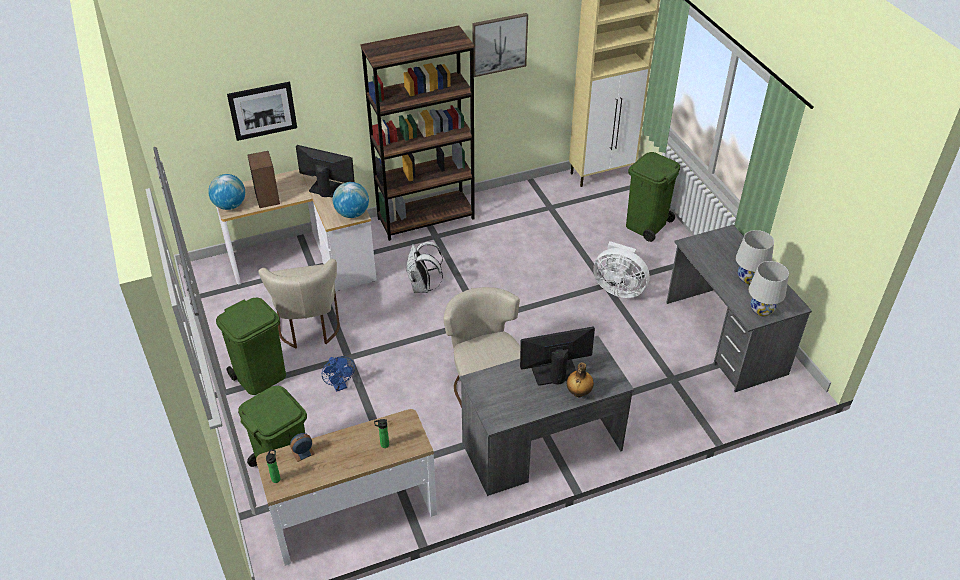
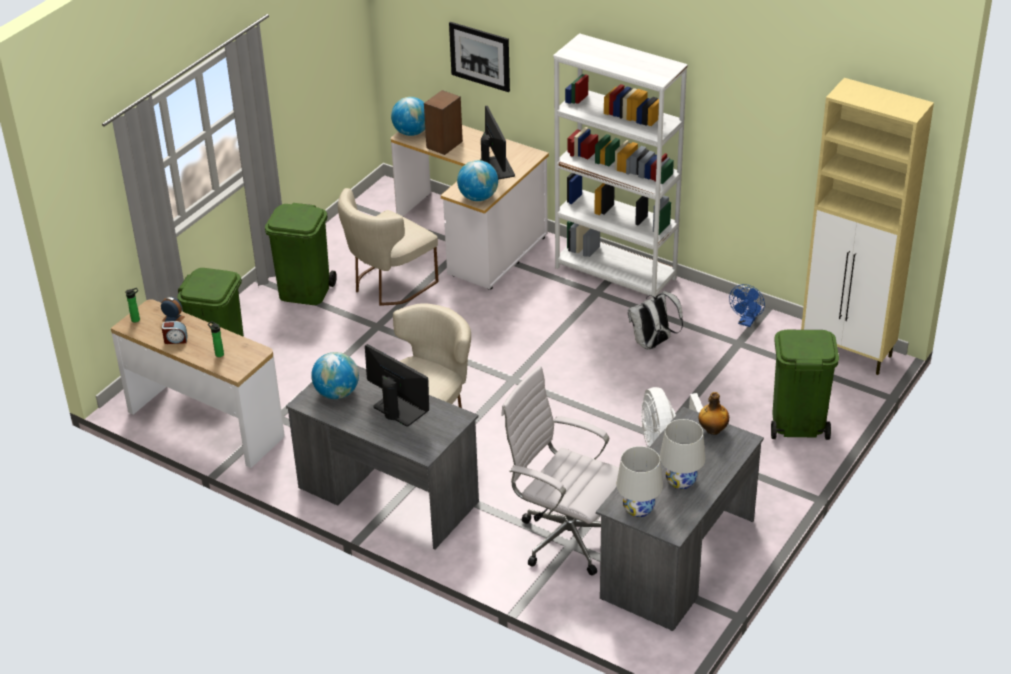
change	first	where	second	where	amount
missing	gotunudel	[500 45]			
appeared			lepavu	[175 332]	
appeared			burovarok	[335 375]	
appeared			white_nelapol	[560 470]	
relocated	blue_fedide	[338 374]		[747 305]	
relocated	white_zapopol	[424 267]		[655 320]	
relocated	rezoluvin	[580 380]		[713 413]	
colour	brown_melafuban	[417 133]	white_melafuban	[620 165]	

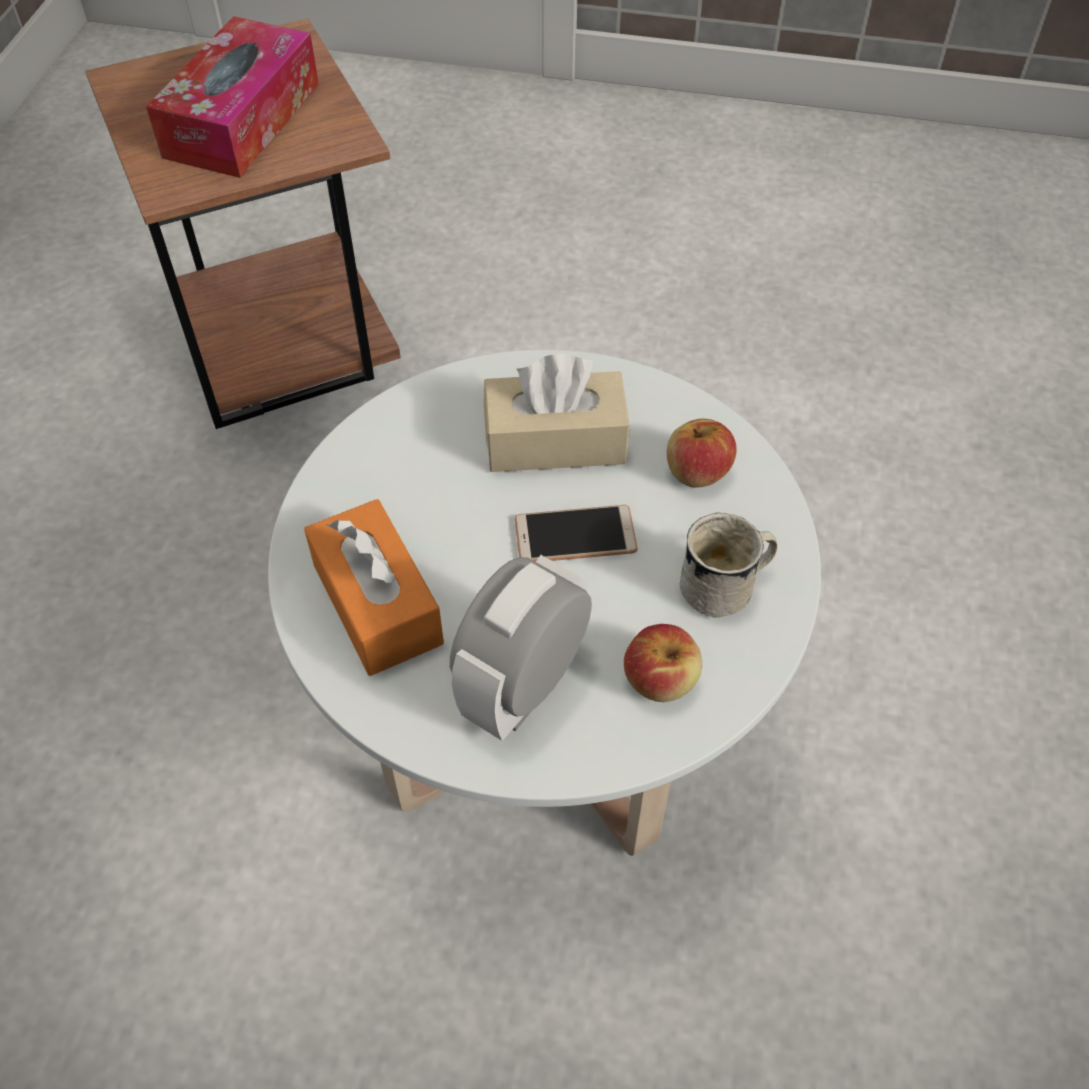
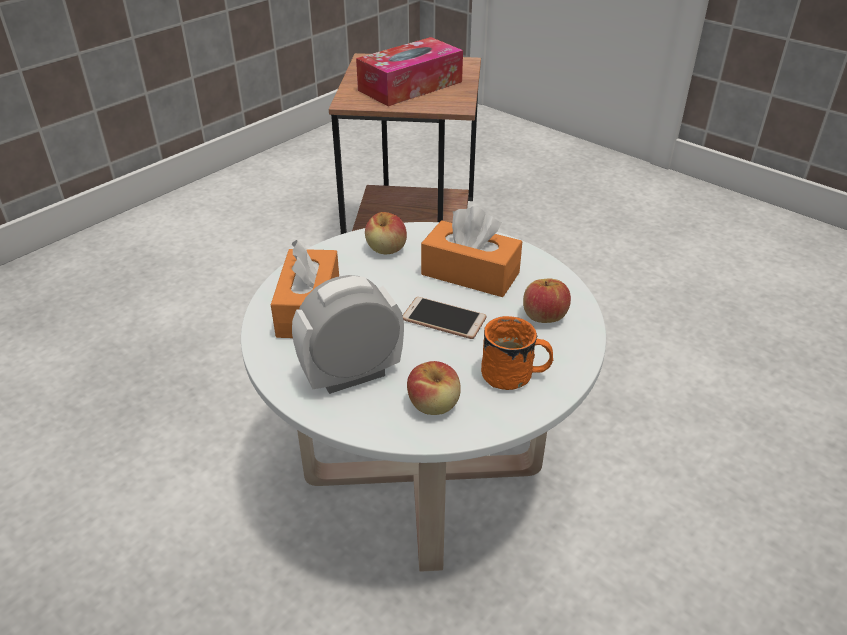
change	first	where	second	where	amount
appeared			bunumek	[386 233]	
colour	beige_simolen	[557 412]	orange_simolen	[471 251]	
colour	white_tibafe	[728 565]	orange_tibafe	[517 353]	

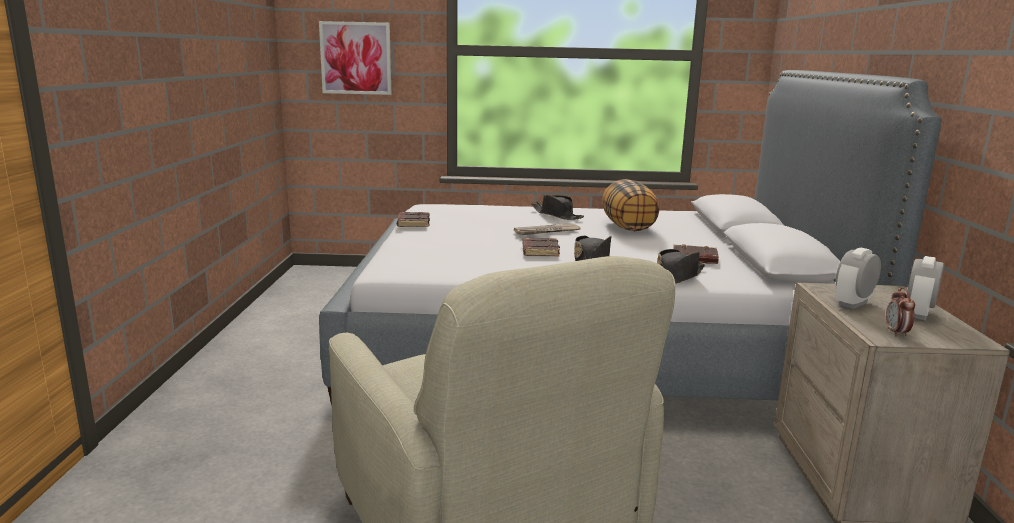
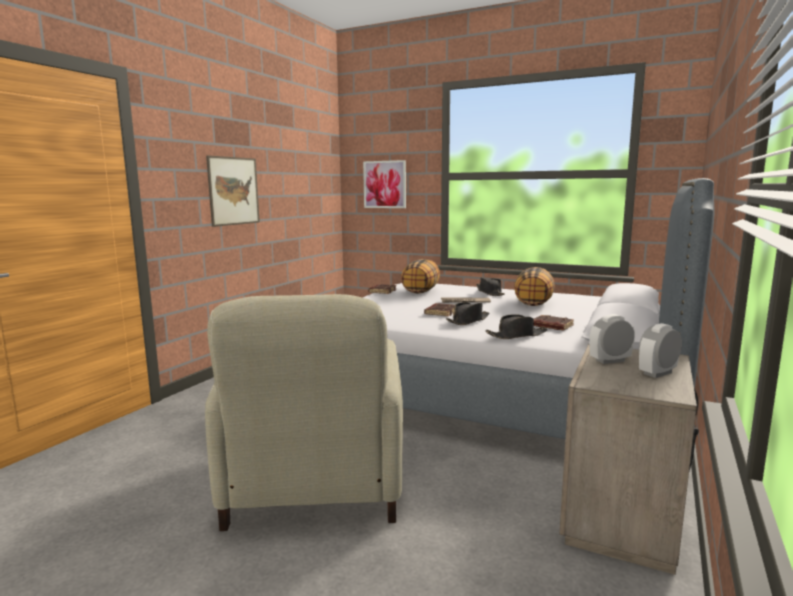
change	first	where	second	where	amount
missing	lepavu	[900 312]			
appeared			gotunudel	[233 191]	
appeared			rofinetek	[420 276]	

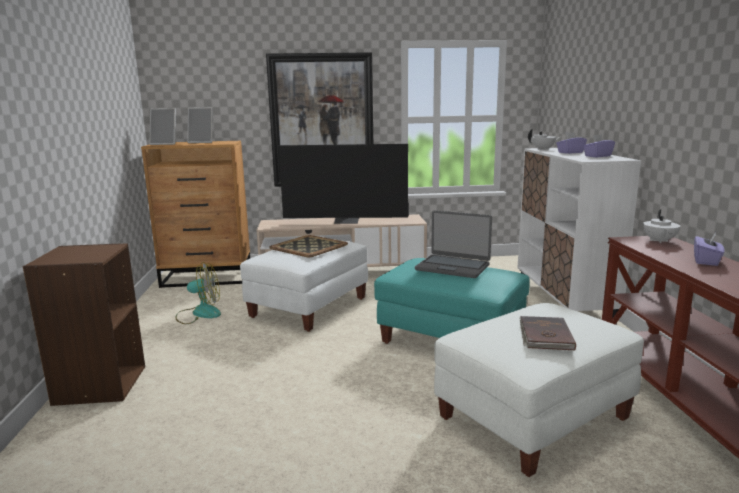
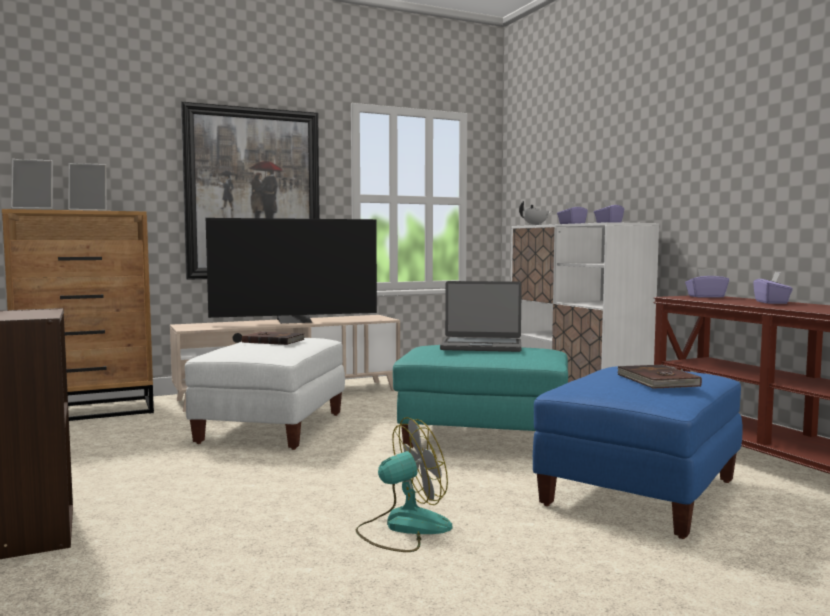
change	first	where	second	where	amount
relocated	fedide	[198 293]		[404 484]	
exchanged	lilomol	[308 246]	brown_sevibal	[273 338]	
exchanged	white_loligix	[661 226]	purple_simolen	[707 283]	
colour	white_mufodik	[539 390]	blue_mufodik	[638 453]	

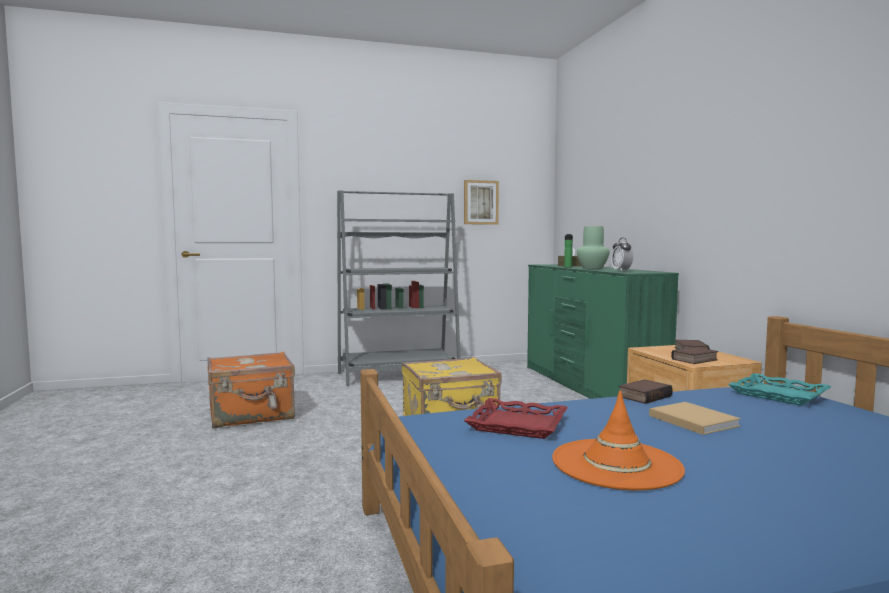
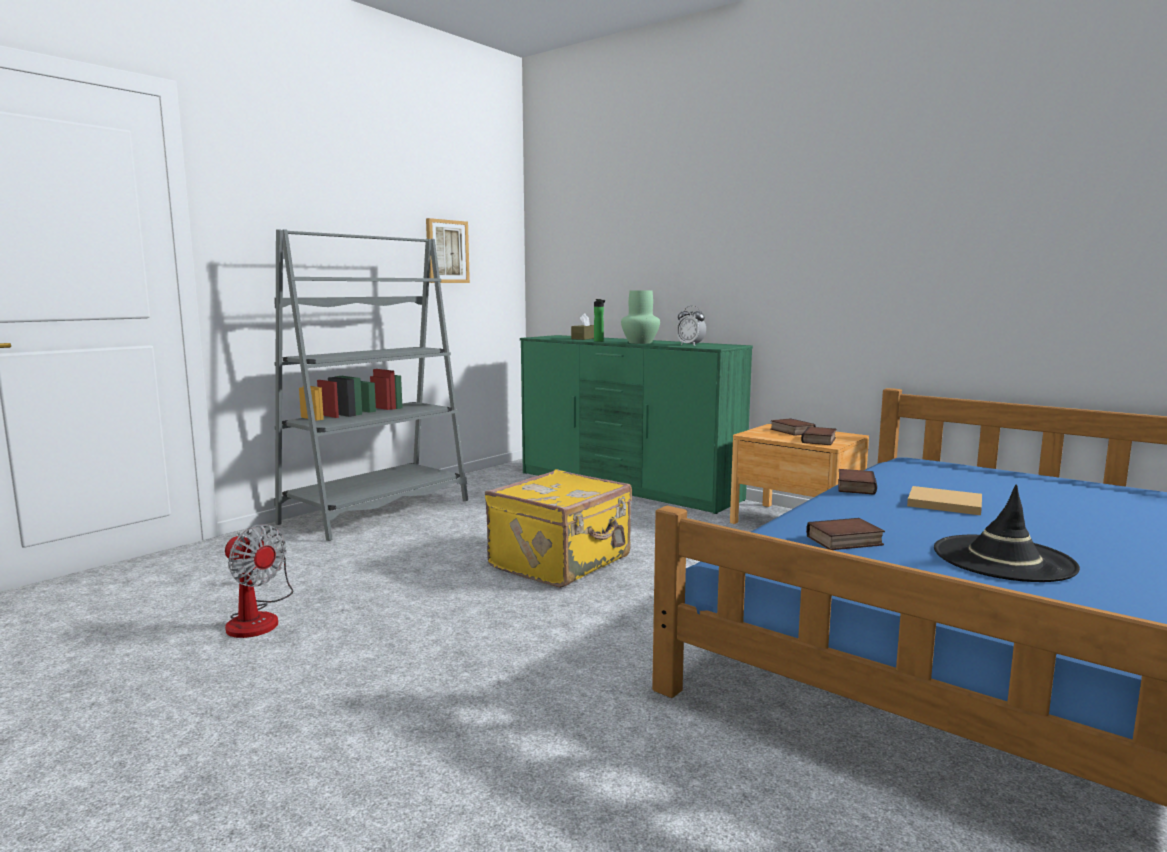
change	first	where	second	where	amount
missing	turquoise_lilomol	[779 389]			
exchanged	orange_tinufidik	[251 389]	fedide	[259 581]	
exchanged	red_lilomol	[516 418]	sevibal	[845 534]	
colour	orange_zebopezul	[618 440]	black_zebopezul	[1007 533]	

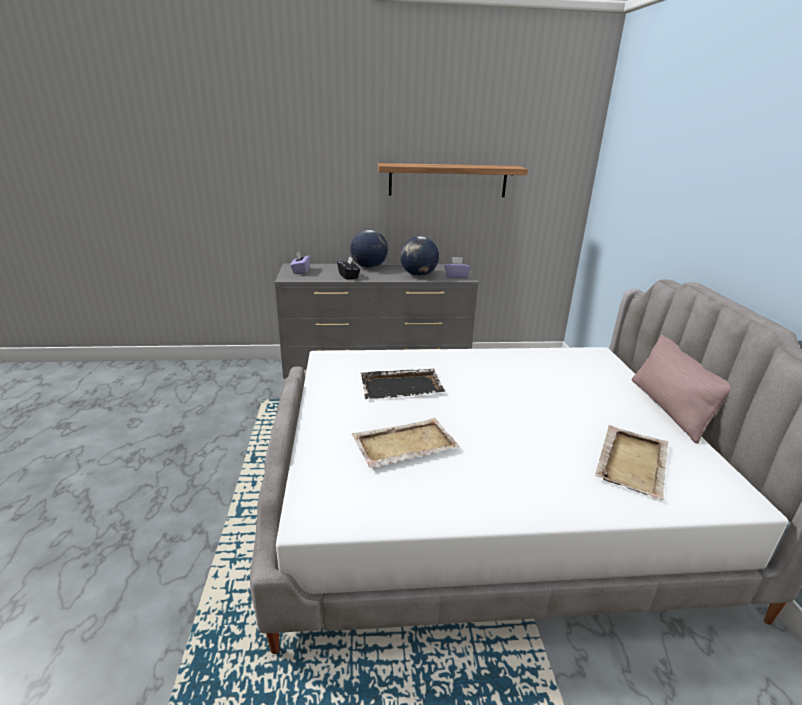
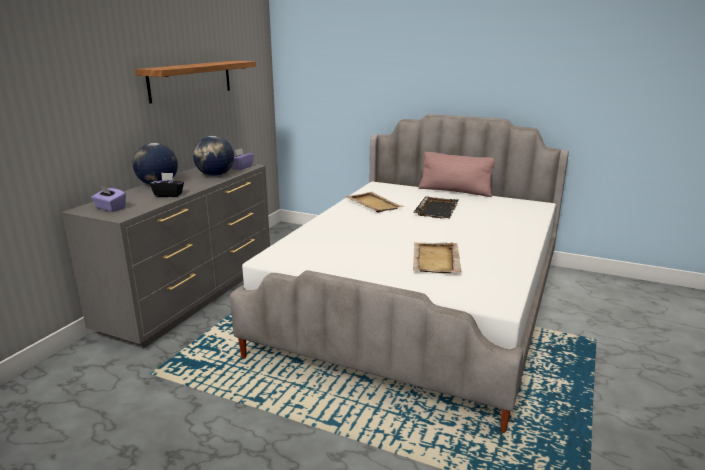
change	first	where	second	where	amount
relocated	black_lilomol	[403 383]		[436 207]	
relocated	beige_lilomol	[631 462]		[375 202]	

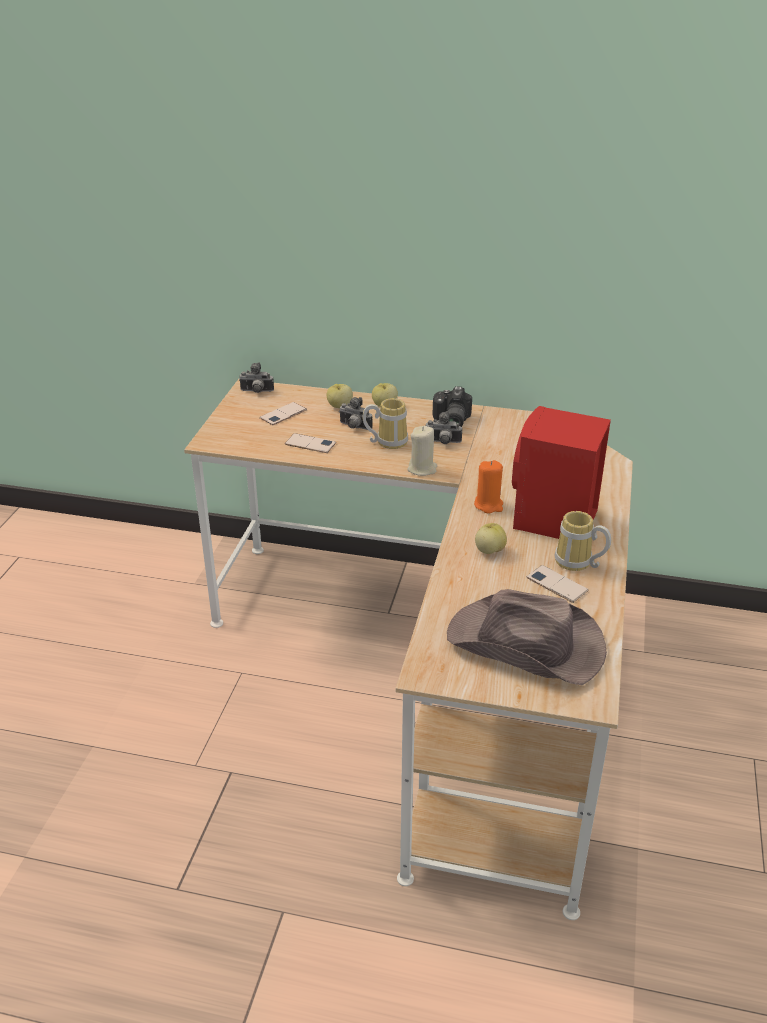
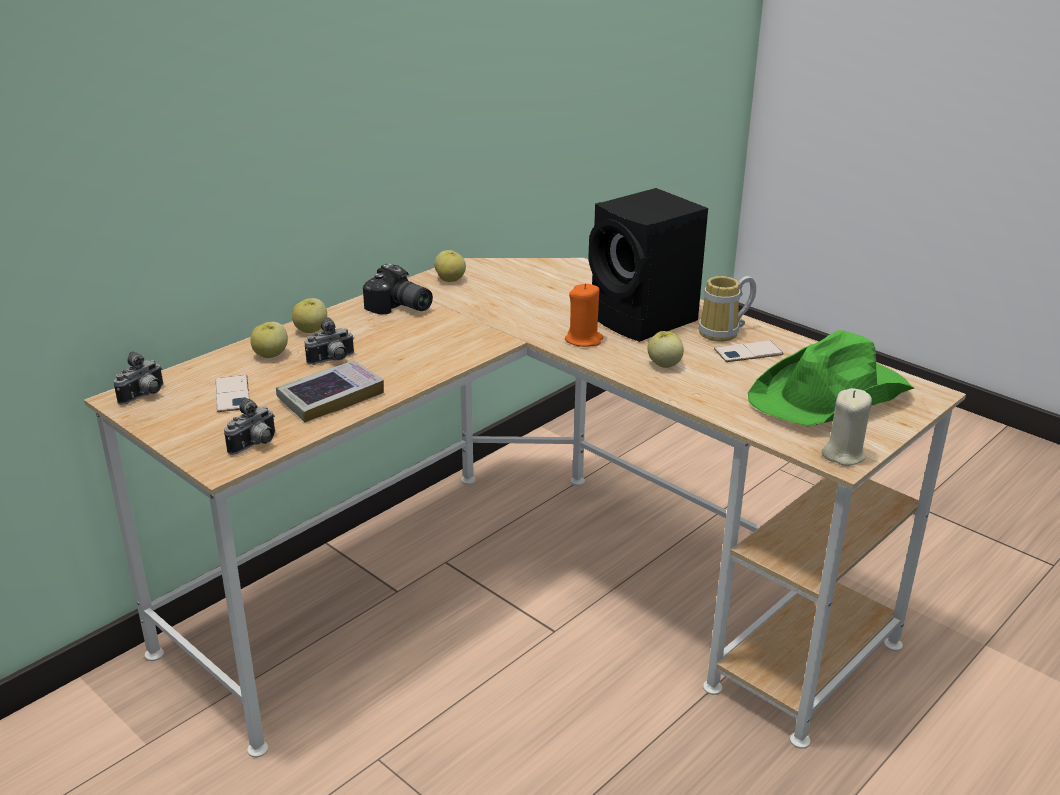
change	first	where	second	where	amount
missing	tibafe	[385 423]			
appeared			bunumek	[450 266]	
relocated	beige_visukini	[422 451]		[846 427]	
relocated	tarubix	[444 427]		[249 425]	
exchanged	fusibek	[310 443]	sevibal	[330 391]	
colour	brown_zebopezul	[527 637]	green_zebopezul	[831 378]	
colour	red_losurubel	[561 472]	black_losurubel	[648 265]	

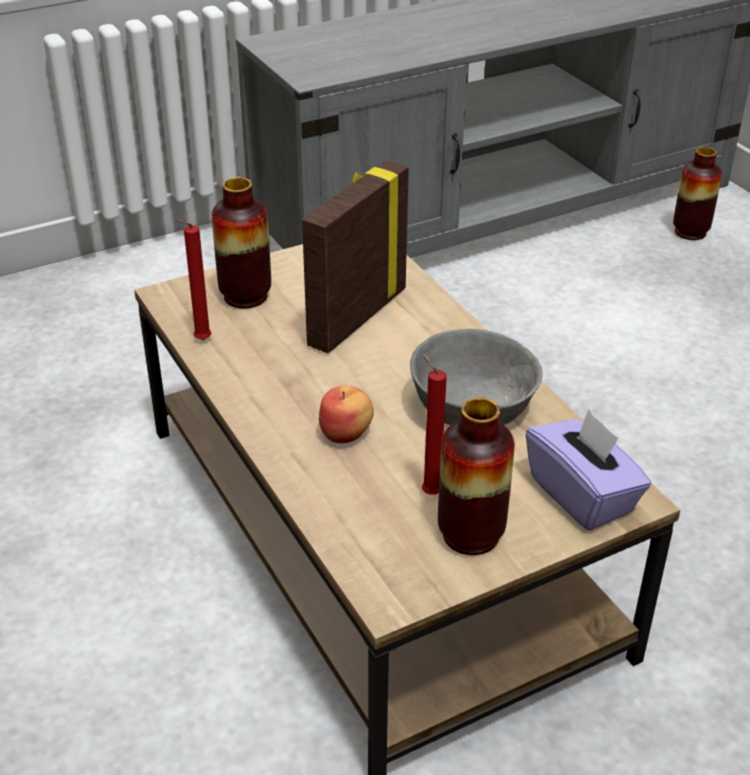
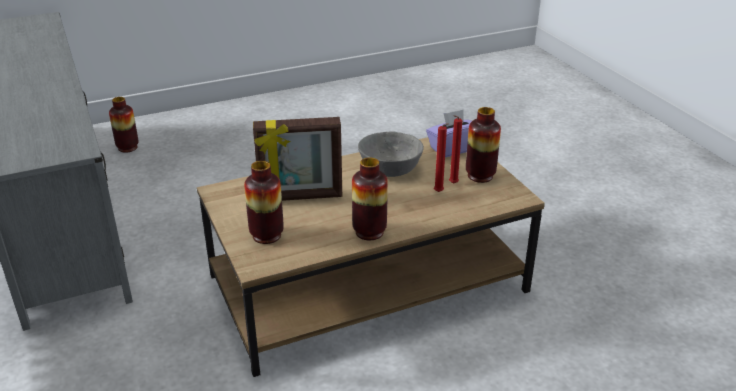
change	first	where	second	where	amount
missing	bunumek	[346 414]			
appeared			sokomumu	[370 199]	
relocated	red_visukini	[194 280]		[441 157]	
spun	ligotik	[355 257]		[297 159]	45 degrees counterclockwise

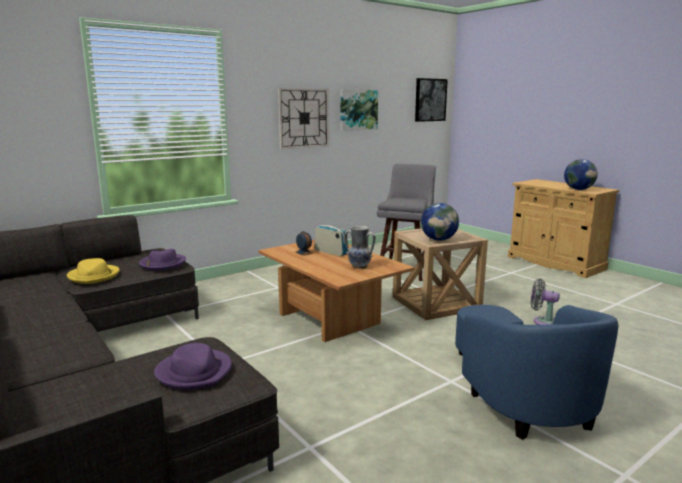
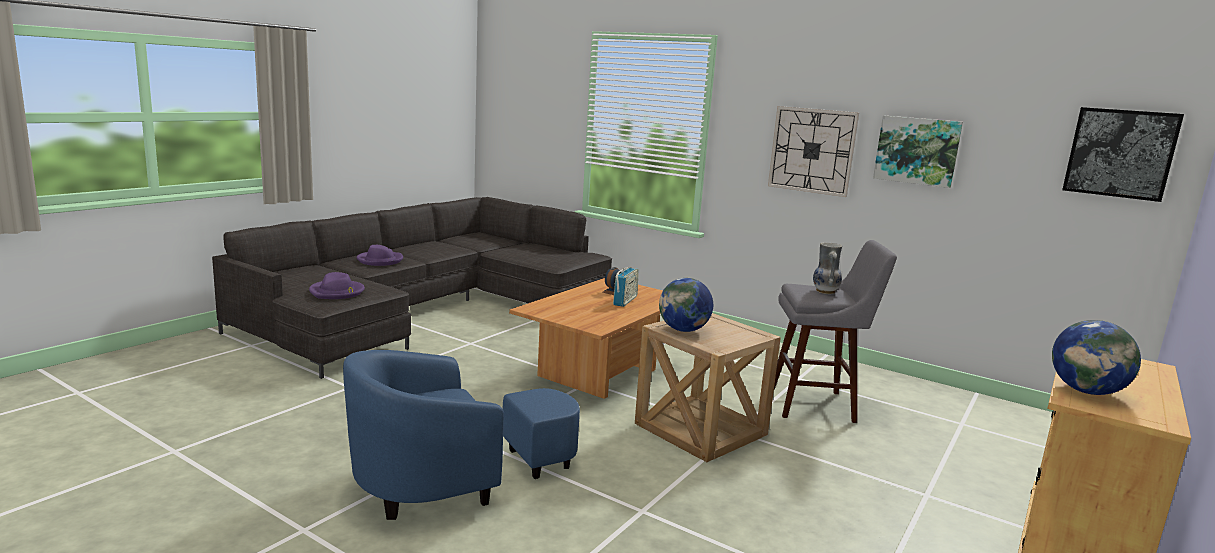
change	first	where	second	where	amount
missing	yellow_zebopezul	[93 271]			
missing	grey_fedide	[545 302]			
relocated	purple_zebopezul	[162 259]		[380 255]	
relocated	sokomumu	[360 247]		[827 268]	

